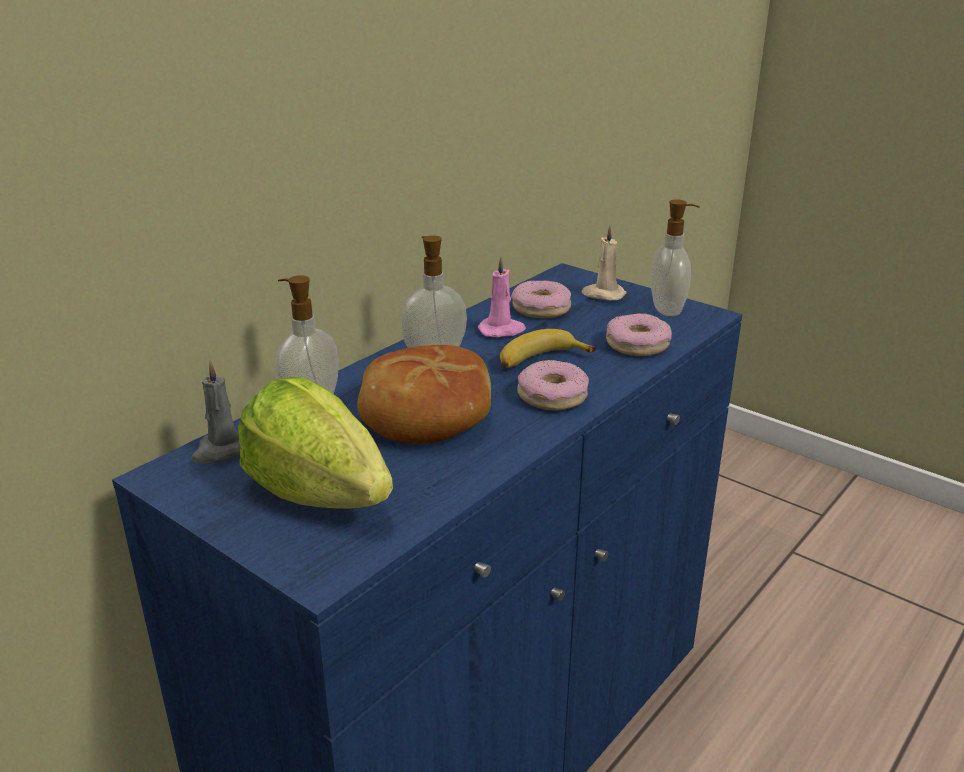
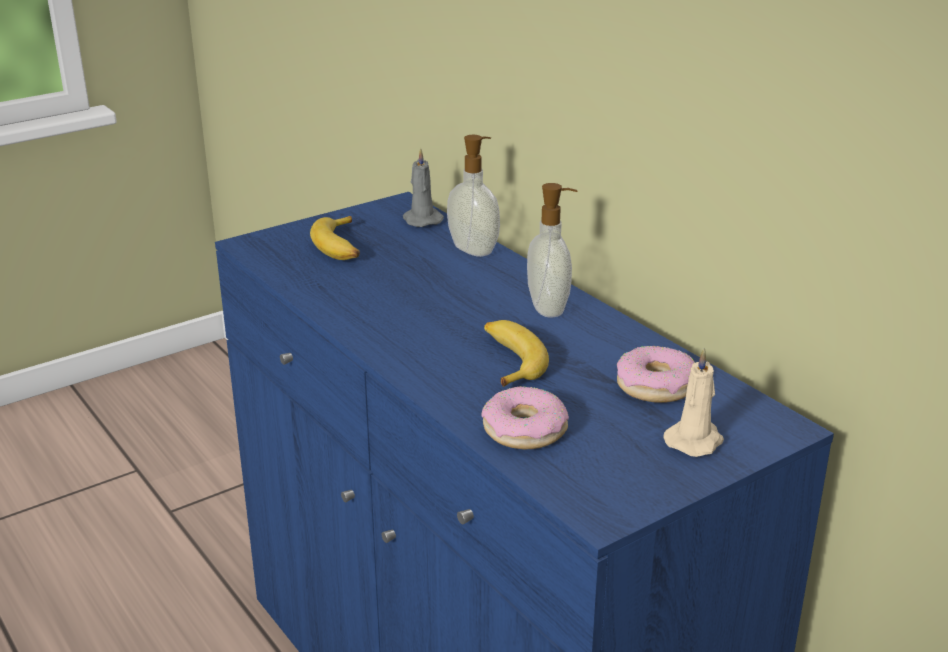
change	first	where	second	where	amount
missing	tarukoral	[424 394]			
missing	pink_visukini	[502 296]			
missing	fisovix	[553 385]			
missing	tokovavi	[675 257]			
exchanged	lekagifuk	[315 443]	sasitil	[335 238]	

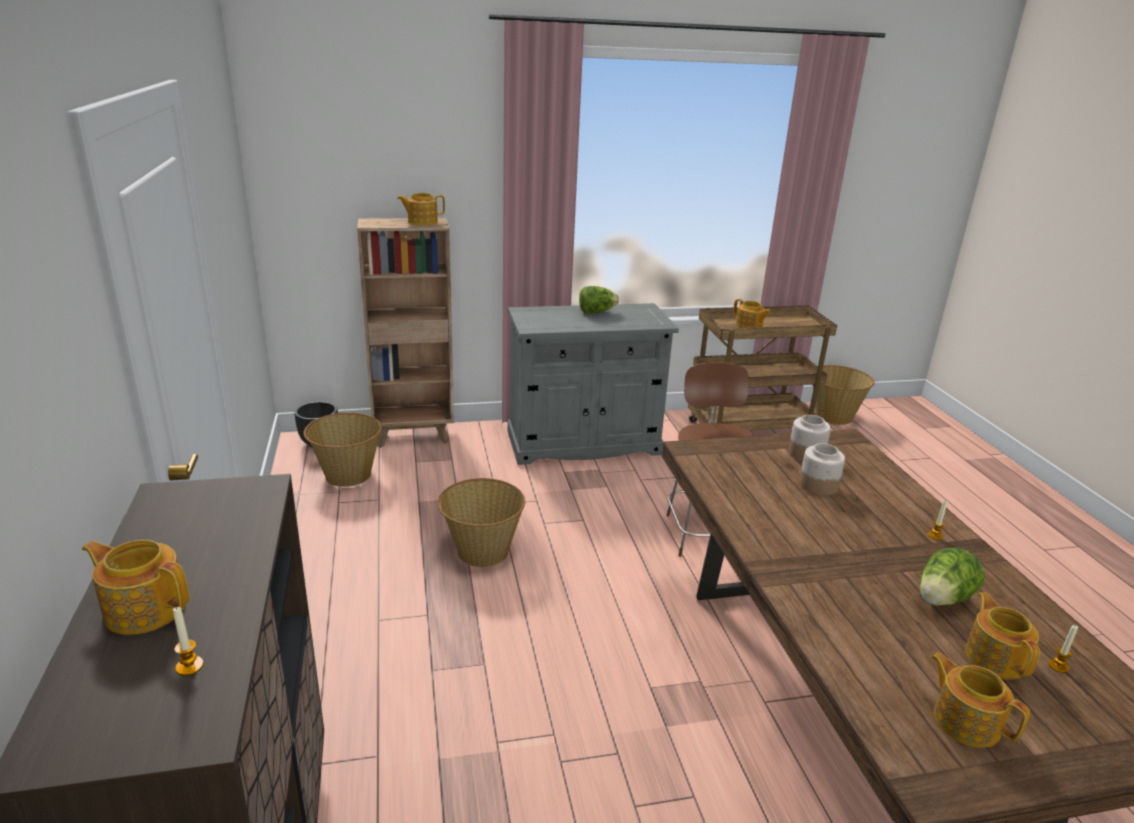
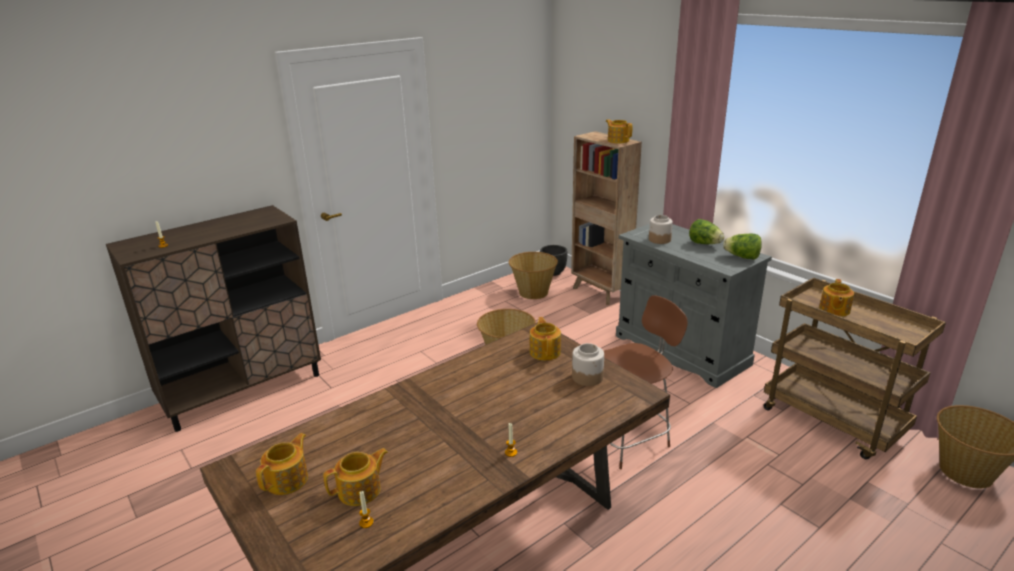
change	first	where	second	where	amount
relocated	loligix	[135 587]		[545 339]	
relocated	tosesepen	[822 469]		[661 229]	
relocated	lekagifuk	[952 576]		[742 246]	

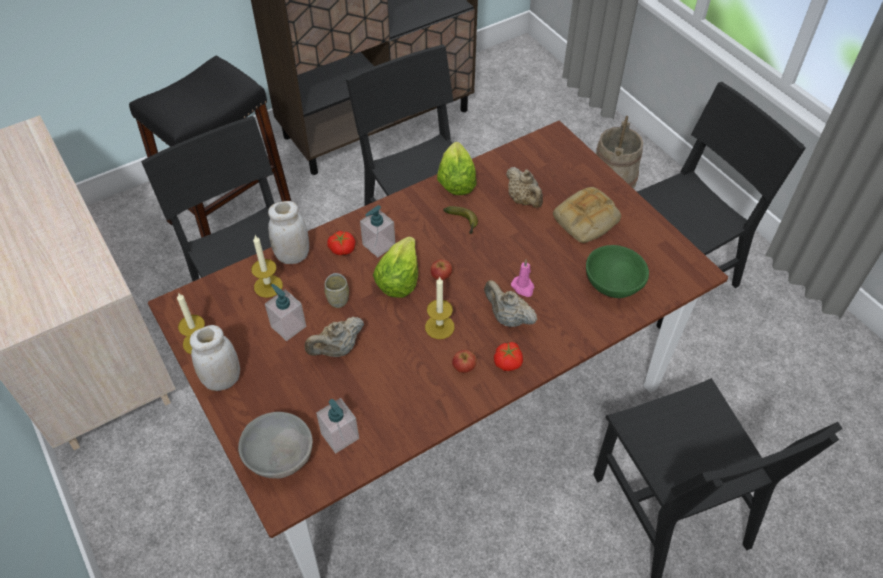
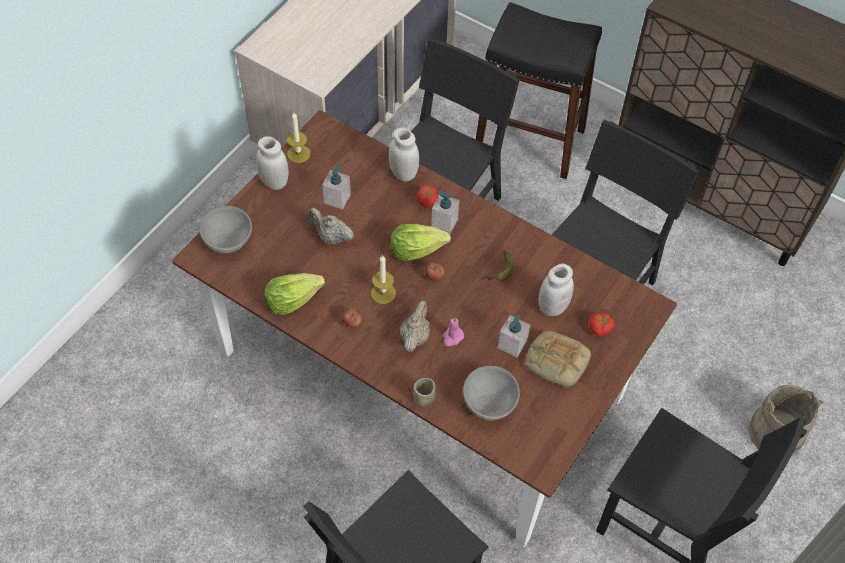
change	first	where	second	where	amount
missing	visukini	[267 266]			
relocated	tokovavi	[337 425]		[514 336]	
relocated	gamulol	[336 290]		[424 392]	
relocated	lekagifuk	[456 168]		[294 294]	
relocated	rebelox	[508 356]		[602 324]	
exchanged	beige_loligix	[524 187]	white_tosesepen	[556 290]	
colour	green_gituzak	[617 271]	grey_gituzak	[491 393]	

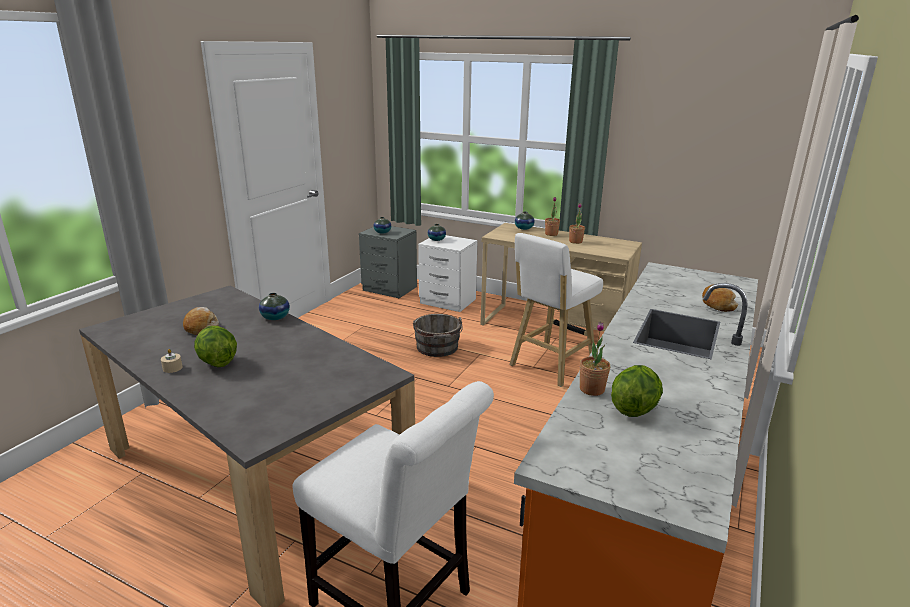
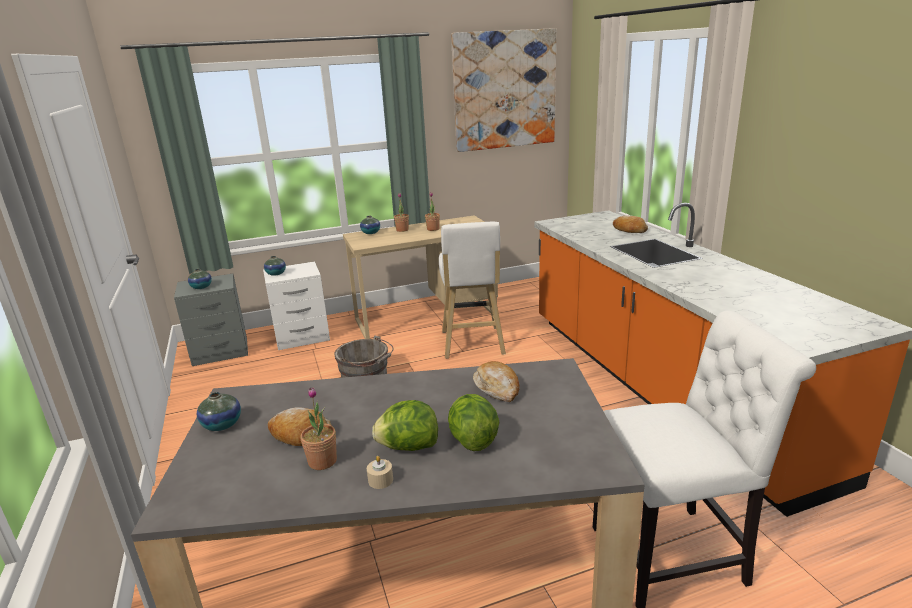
change	first	where	second	where	amount
appeared			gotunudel	[504 90]	
appeared			tarukoral	[496 381]	
relocated	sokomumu	[274 306]		[219 411]	
relocated	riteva	[595 359]		[318 428]	
relocated	lekagifuk	[637 391]		[473 422]	

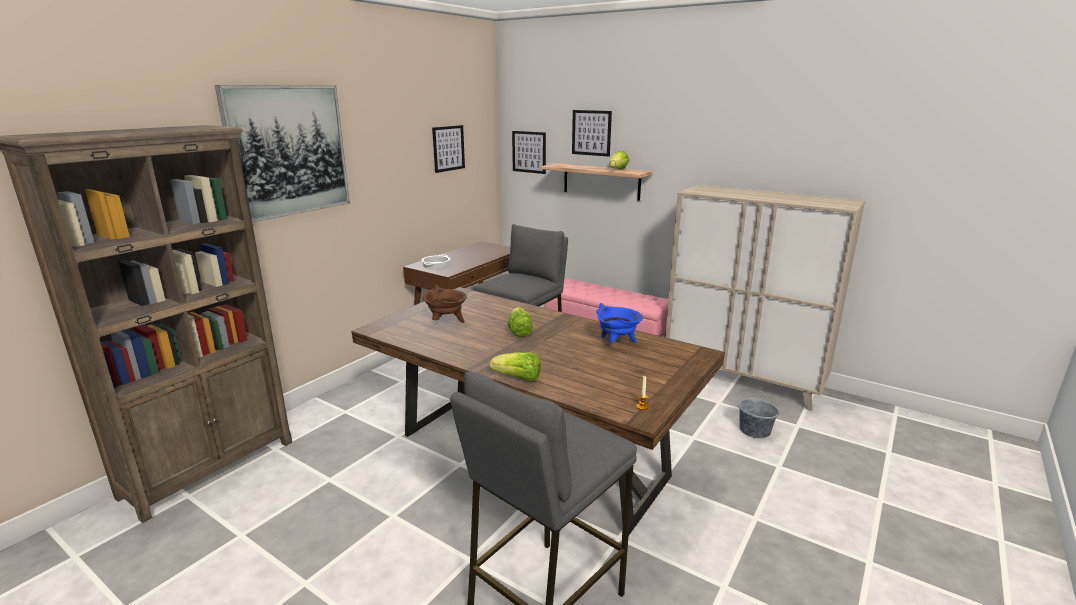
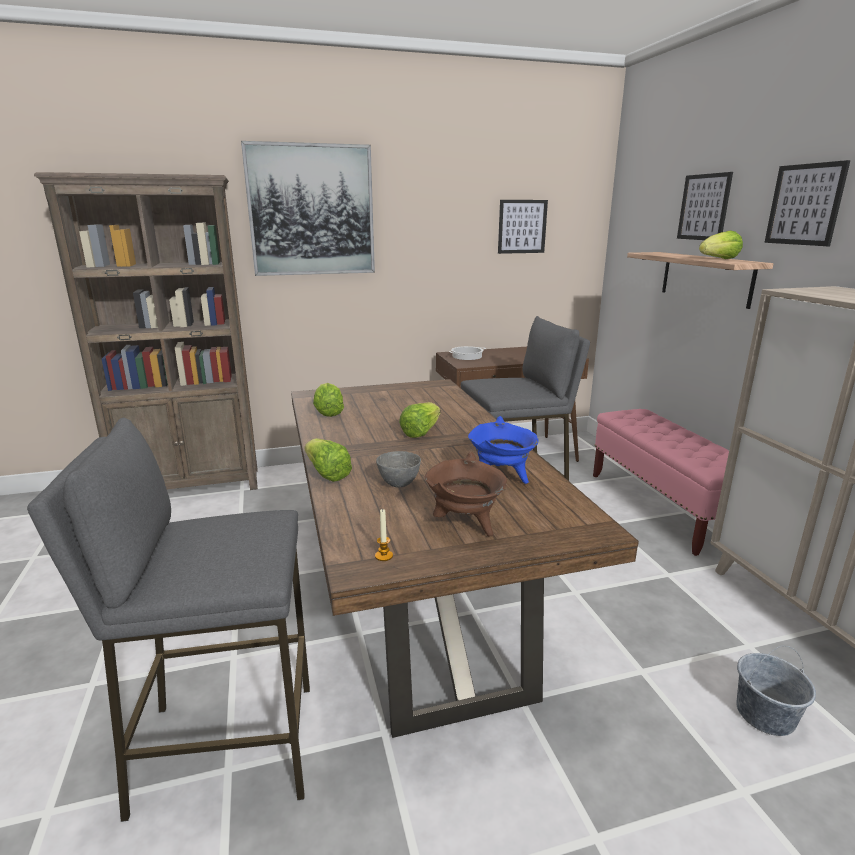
change	first	where	second	where	amount
appeared			lekagifuk	[328 400]	
appeared			grey_gituzak	[398 469]	
relocated	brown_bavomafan	[445 304]		[465 494]	
relocated	gotunudel	[529 152]		[807 203]	

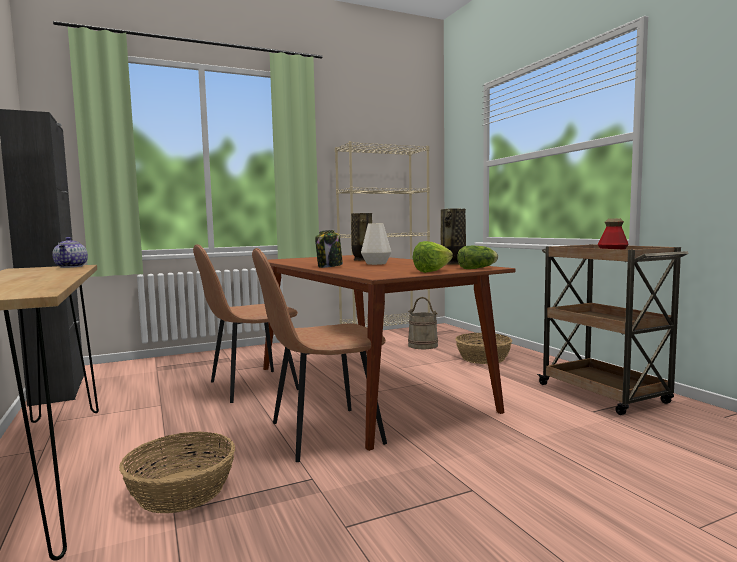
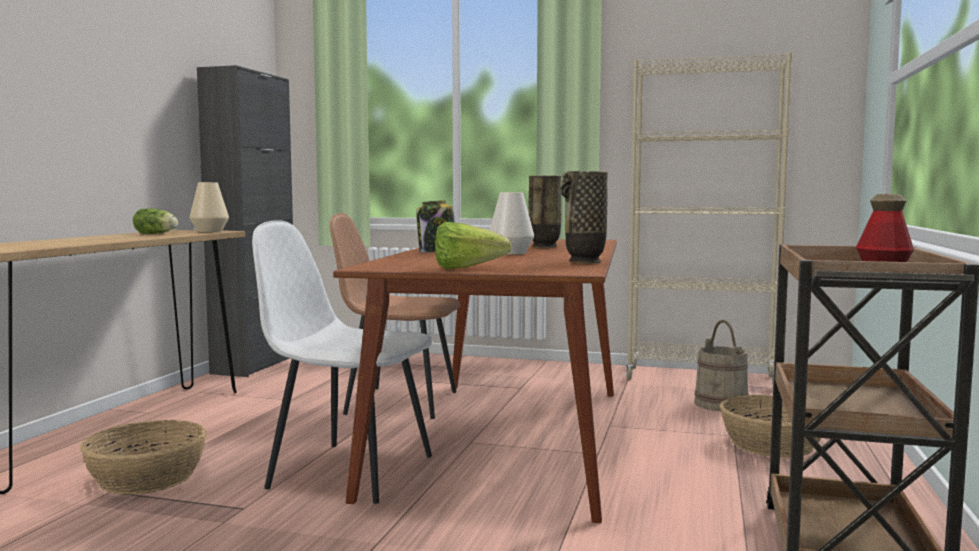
change	first	where	second	where	amount
relocated	lekagifuk	[477 257]		[155 221]	
exchanged	loligix	[70 252]	beige_sokomumu	[209 207]	
colour	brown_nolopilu	[319 355]	white_nolopilu	[342 362]	

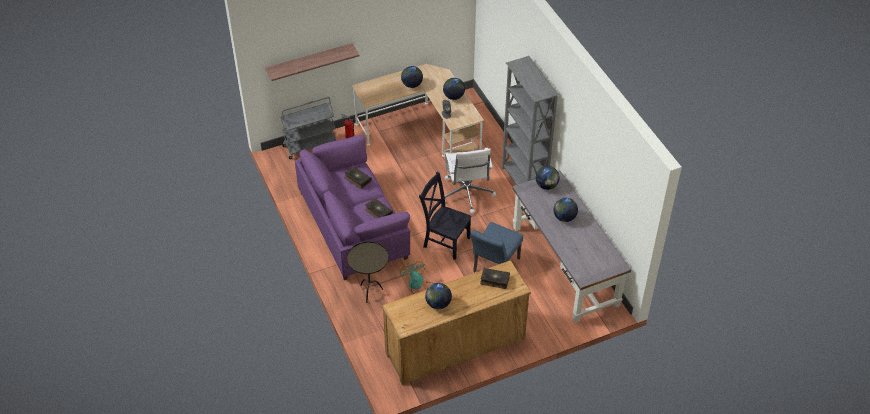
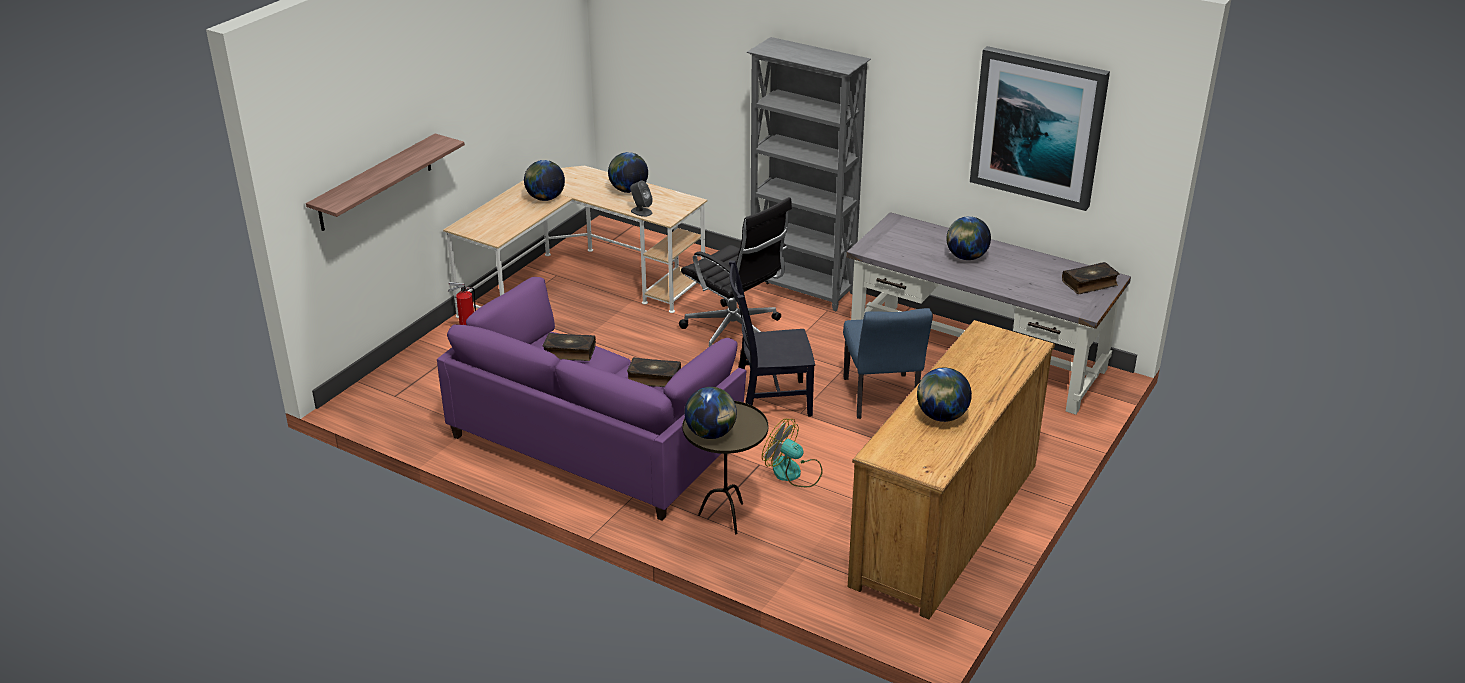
change	first	where	second	where	amount
missing	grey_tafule	[308 128]			
appeared			gotunudel	[1040 128]	
relocated	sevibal	[495 278]		[1091 278]	
relocated	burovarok	[548 178]		[710 413]	
colour	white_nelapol	[470 181]	black_nelapol	[735 272]	

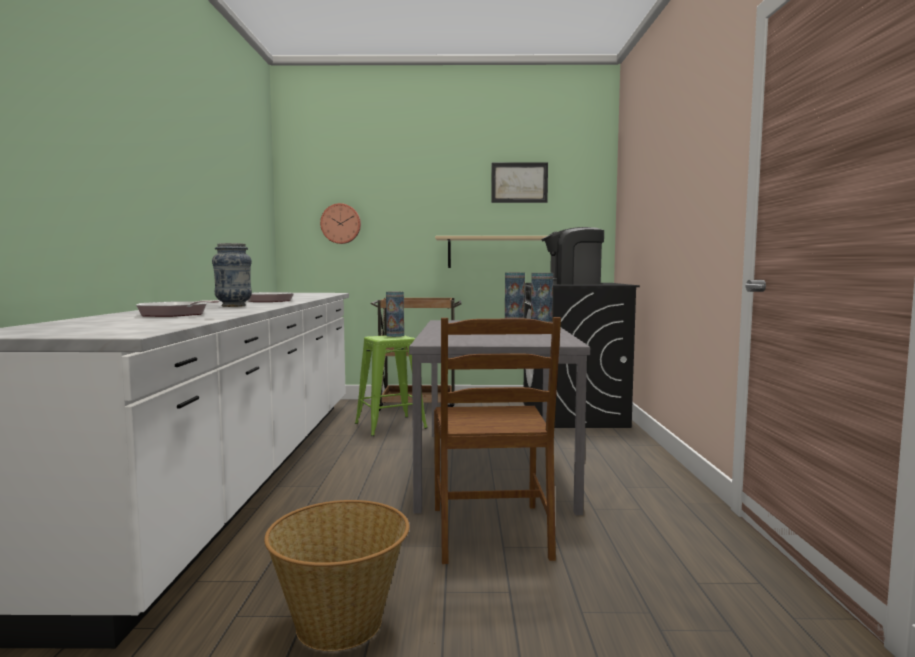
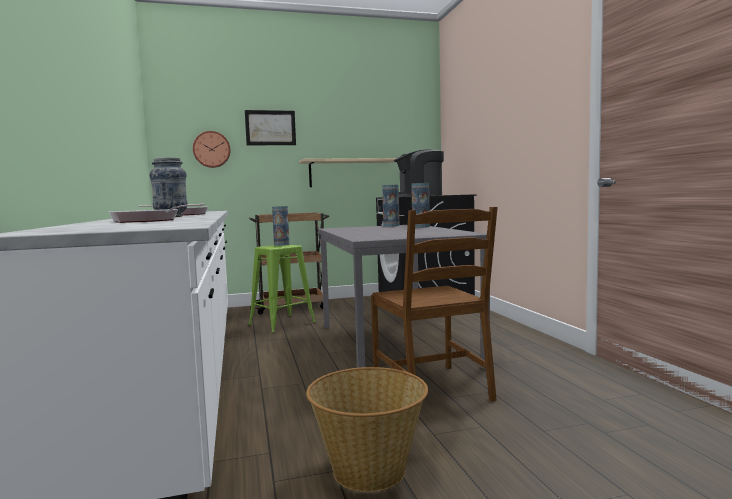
change	first	where	second	where	amount
relocated	gotunudel	[519 183]		[270 127]	

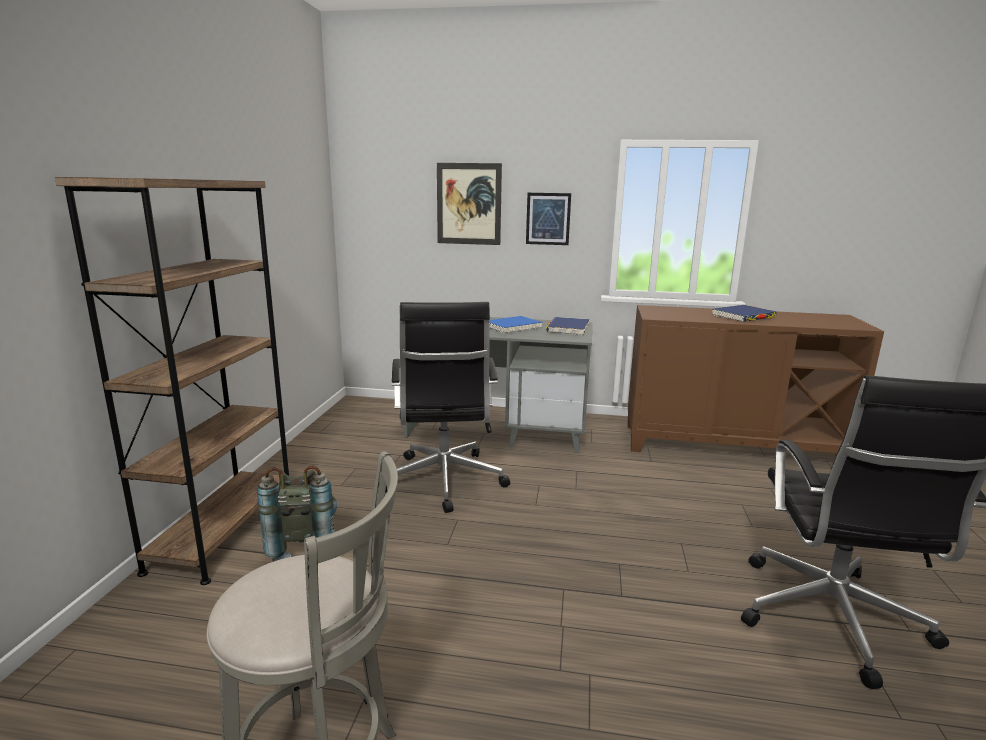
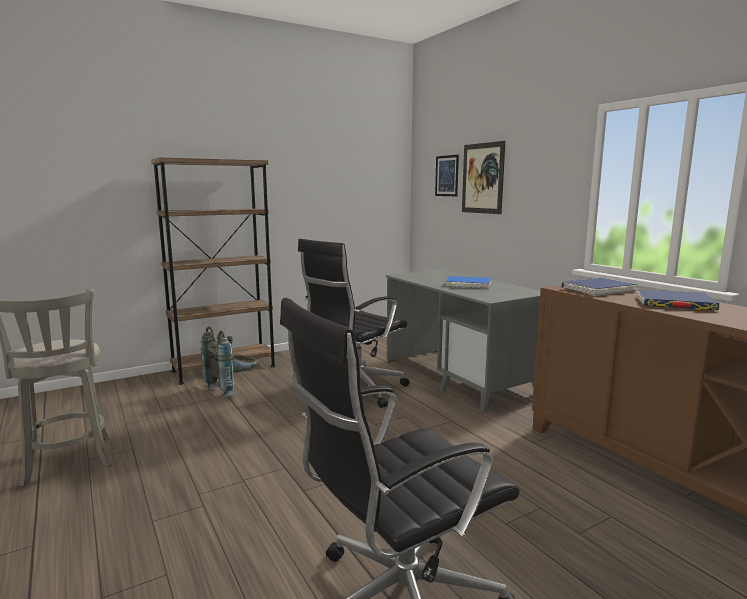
change	first	where	second	where	amount
relocated	gotunudel	[548 219]		[447 175]	
relocated	blue_sevibal	[568 326]		[599 287]	

